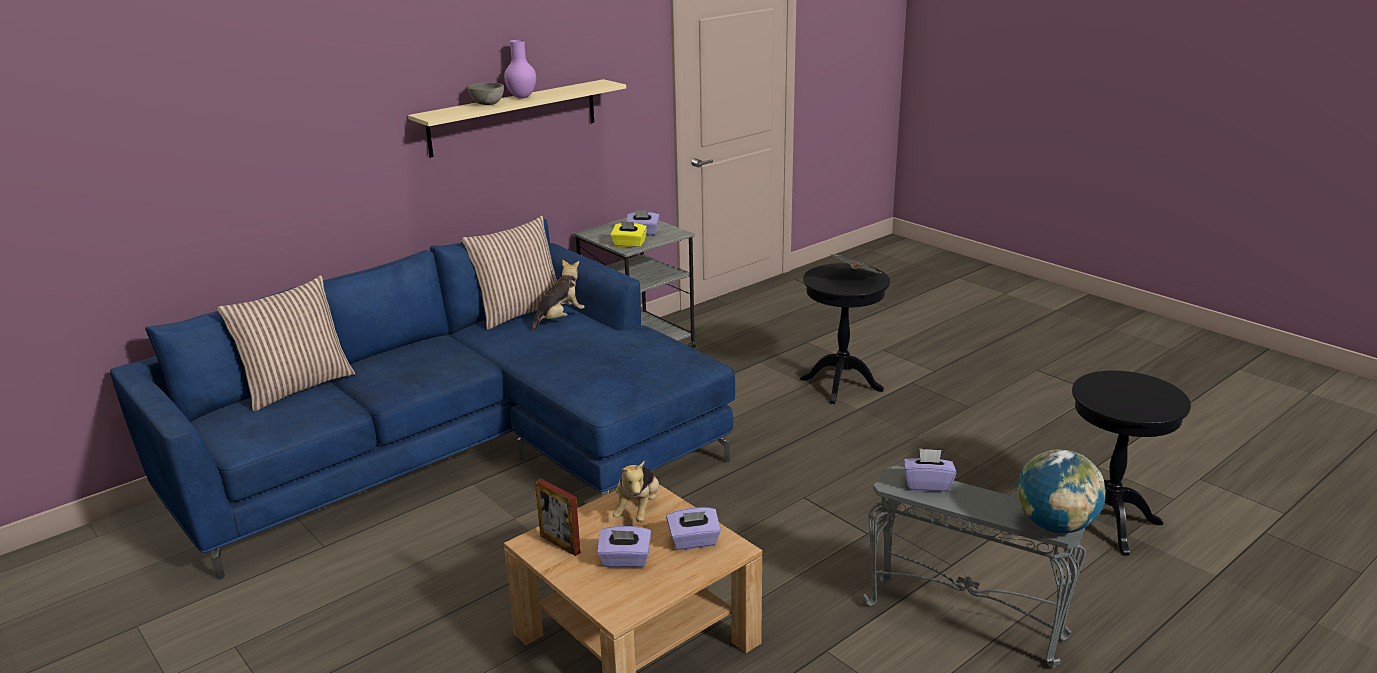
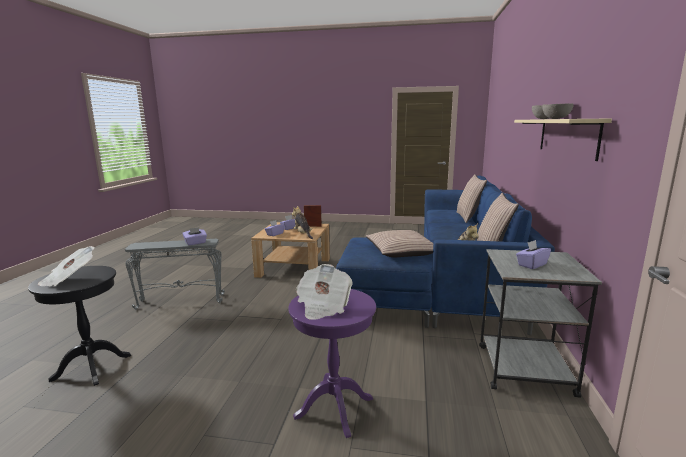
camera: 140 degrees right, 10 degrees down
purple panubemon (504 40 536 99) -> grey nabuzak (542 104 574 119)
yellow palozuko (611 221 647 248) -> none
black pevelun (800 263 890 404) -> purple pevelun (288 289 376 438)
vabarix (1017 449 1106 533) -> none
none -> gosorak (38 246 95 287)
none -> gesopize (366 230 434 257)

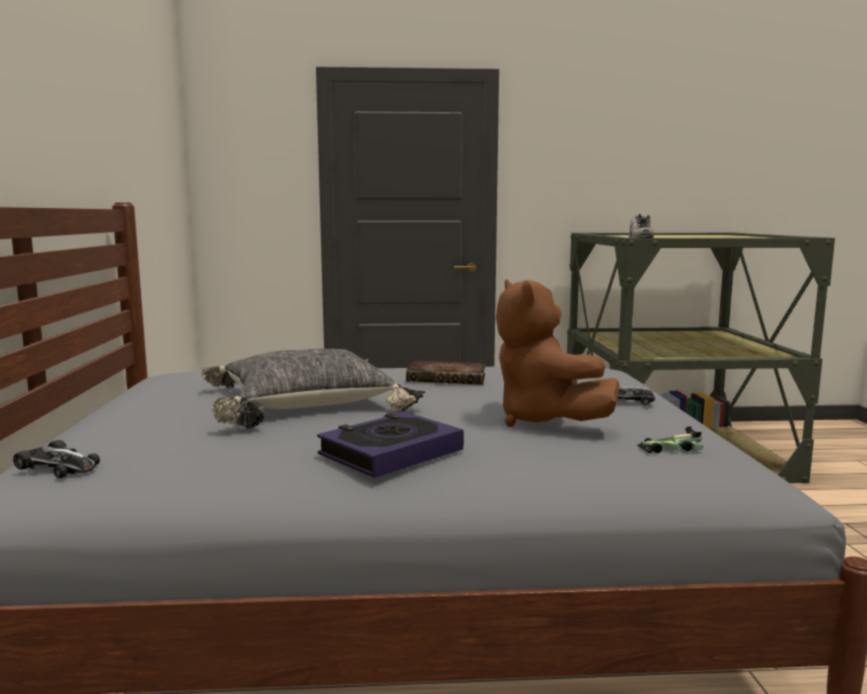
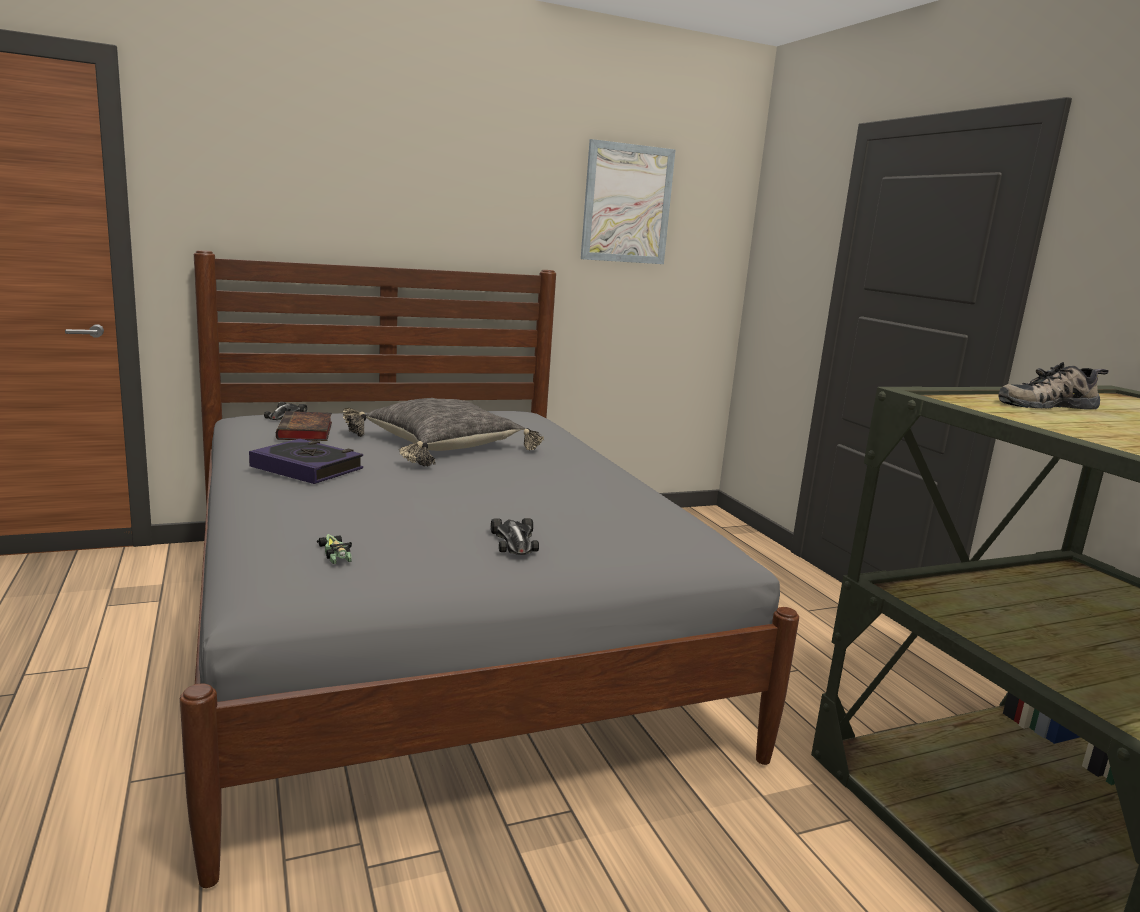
camera: 70 degrees right, 5 degrees up
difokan (406 360 486 385) -> difokan (276 411 332 441), relocated
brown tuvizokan (496 279 620 427) -> none
none -> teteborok (581 139 676 264)

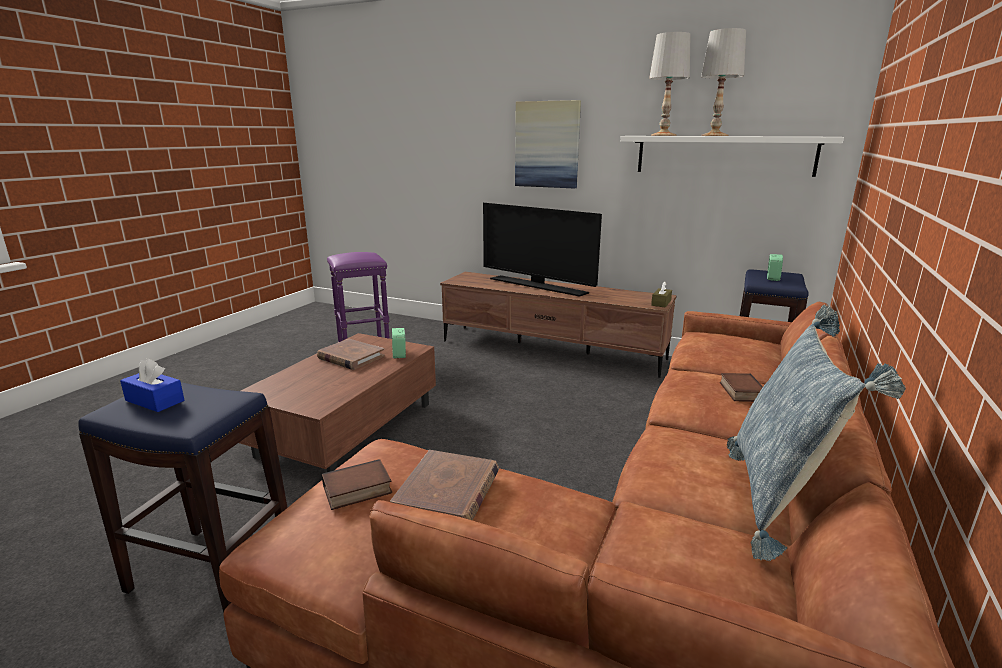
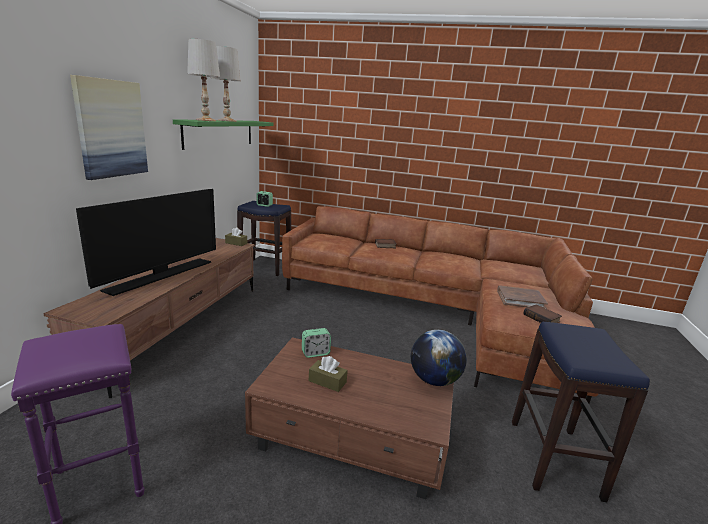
camera: 100 degrees left, 0 degrees up
blue palozuko (120 358 184 412) -> none
brown difokan (317 339 385 370) -> brown palozuko (309 356 348 392)
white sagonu (620 136 844 177) -> green sagonu (173 119 273 150)
gesopize (726 305 907 561) -> none
none -> vabarix (411 330 467 386)

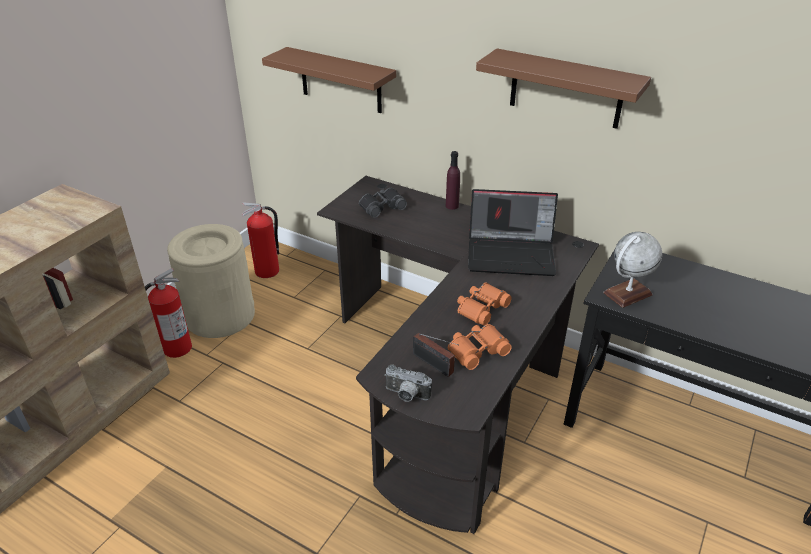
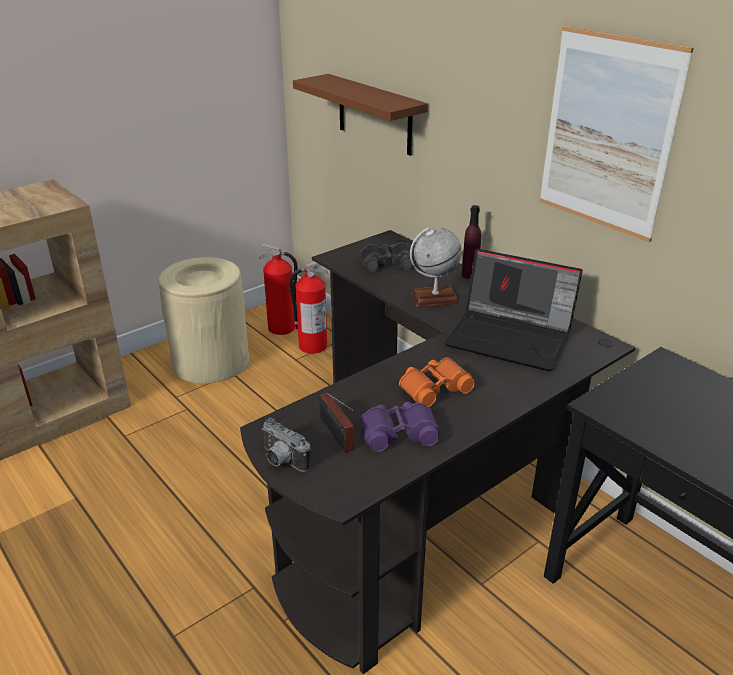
camera: 20 degrees right, 5 degrees down
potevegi (145 268 192 358) -> potevegi (289 261 328 354), relocated
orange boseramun (448 324 512 370) -> purple boseramun (360 402 440 452)
brown sagonu (476 49 651 129) -> teteborok (539 26 694 242)
vabarix (603 232 662 308) -> vabarix (410 228 462 307), relocated

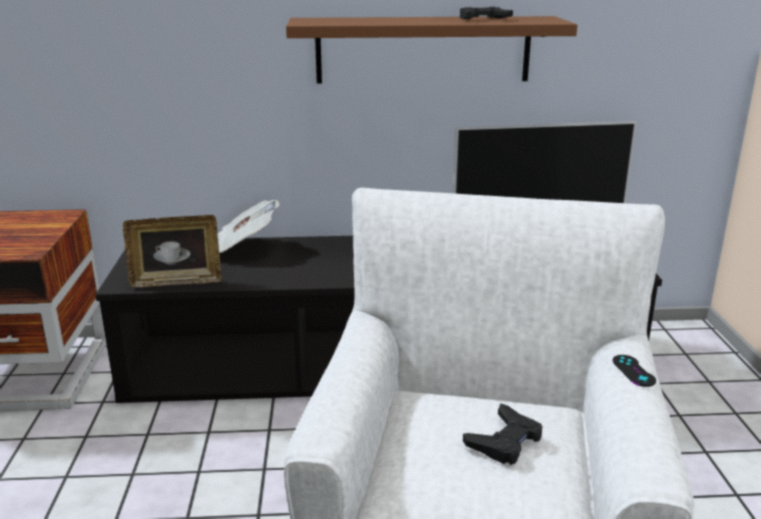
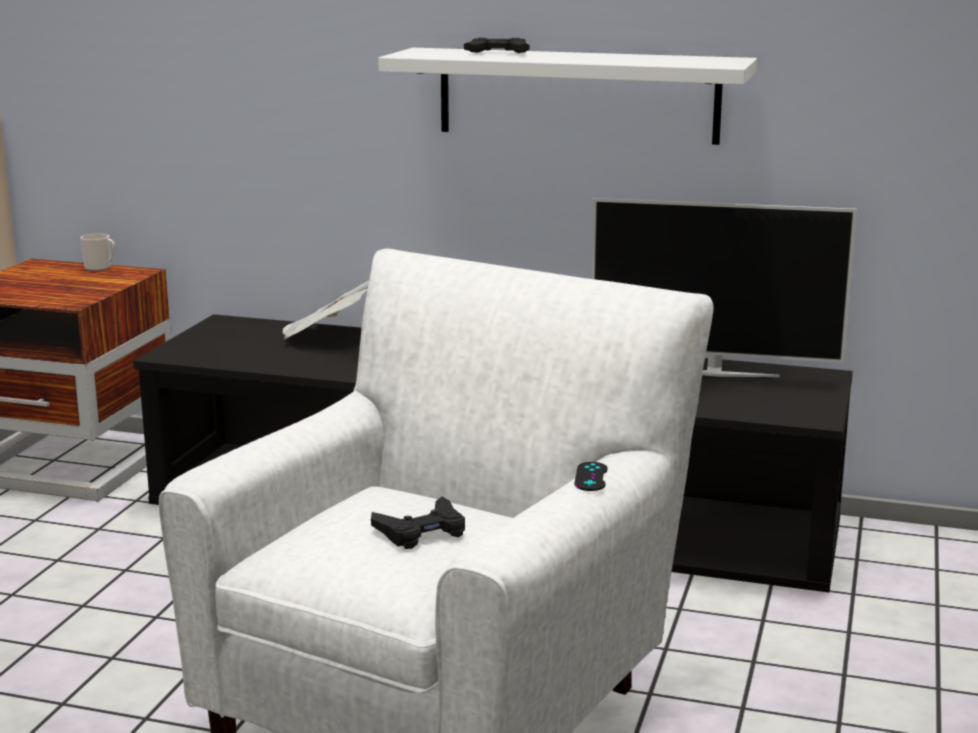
camera: 20 degrees right, 5 degrees down
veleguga (123 215 221 287) -> none
brown sagonu (286 16 577 84) -> white sagonu (378 48 757 145)
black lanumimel (460 6 513 19) -> black lanumimel (464 37 529 53), relocated
none -> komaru (80 234 115 271)

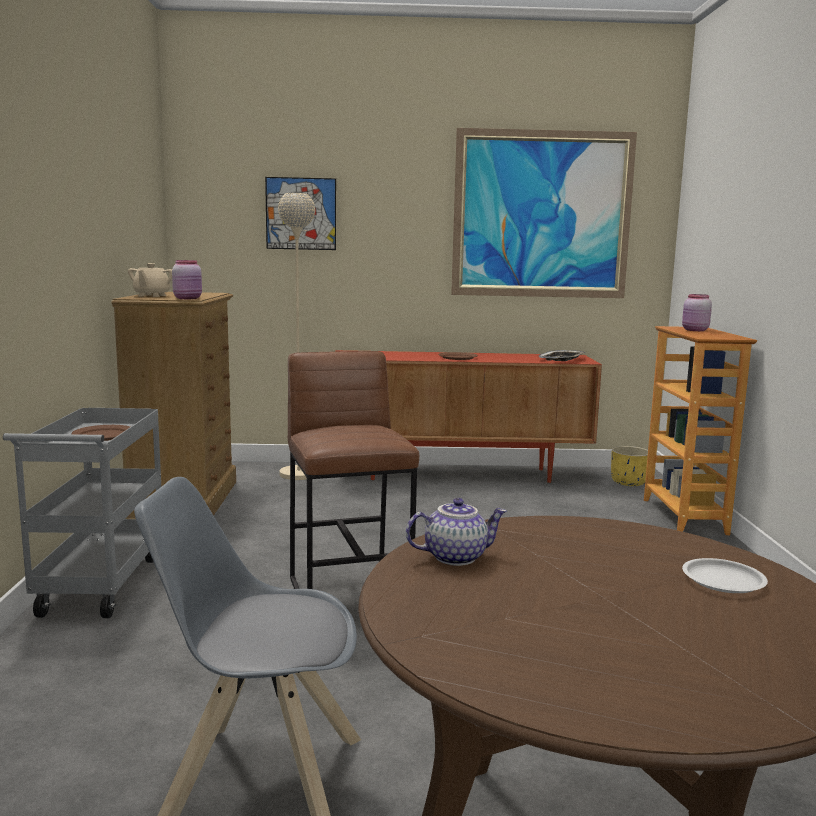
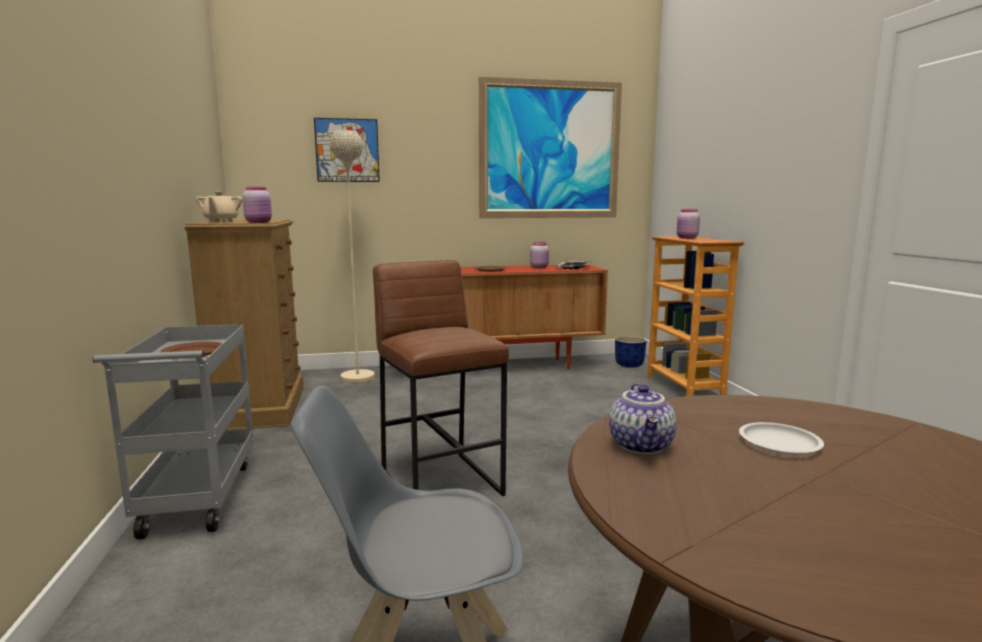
camera: 10 degrees left, 0 degrees up
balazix (406 498 507 566) -> balazix (609 383 676 455), 120 degrees clockwise
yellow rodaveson (611 446 648 486) -> blue rodaveson (615 336 647 368)
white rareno (682 558 768 593) -> white rareno (739 422 824 455), relocated
none -> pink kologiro (530 242 549 268)

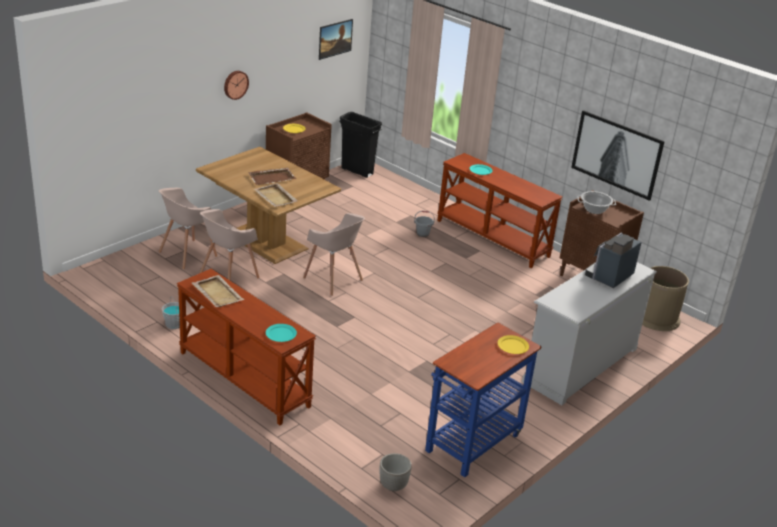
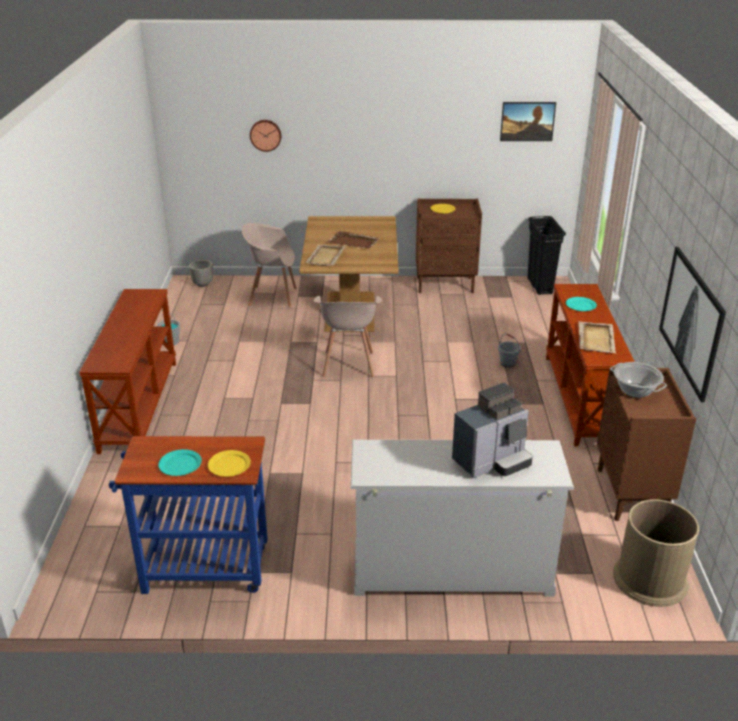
camera: 50 degrees right, 0 degrees up
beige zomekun (192 275 245 307) -> beige zomekun (578 321 616 353), relocated
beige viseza (200 209 260 280) -> none
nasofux (224 71 249 100) -> nasofux (250 120 281 152), relocated
turquoise rareno (266 324 297 342) -> turquoise rareno (158 449 202 476), relocated
rodaveson (380 453 412 491) -> rodaveson (189 260 213 287), relocated
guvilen (585 232 642 288) -> guvilen (452 383 533 478), 150 degrees clockwise

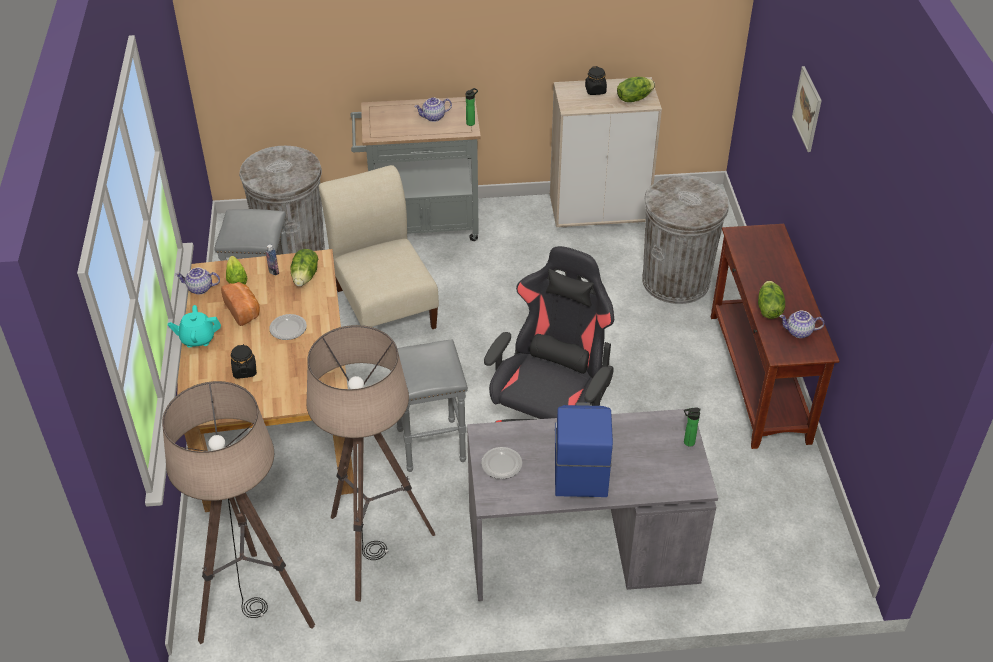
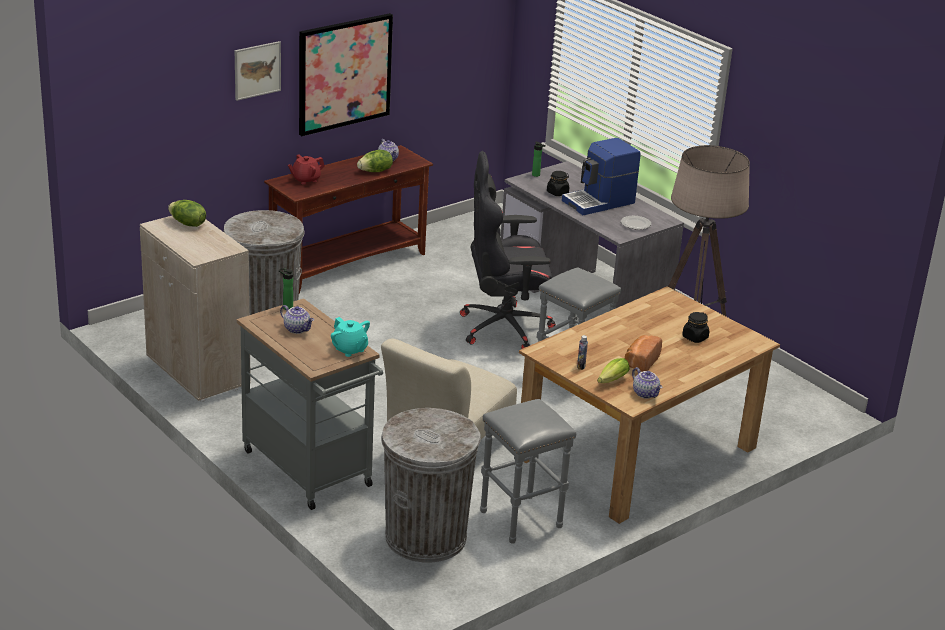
camera: 125 degrees left, 15 degrees down
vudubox (162 381 315 644) -> none
turquoise balazix (168 305 221 348) -> turquoise balazix (331 317 370 357), relocated
rareno (269 314 307 340) -> none
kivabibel (290 249 318 286) -> none
black kologiro (585 66 607 95) -> black kologiro (547 171 569 196), relocated
none -> red balazix (288 154 325 185)
none -> teteborok (299 13 393 136)

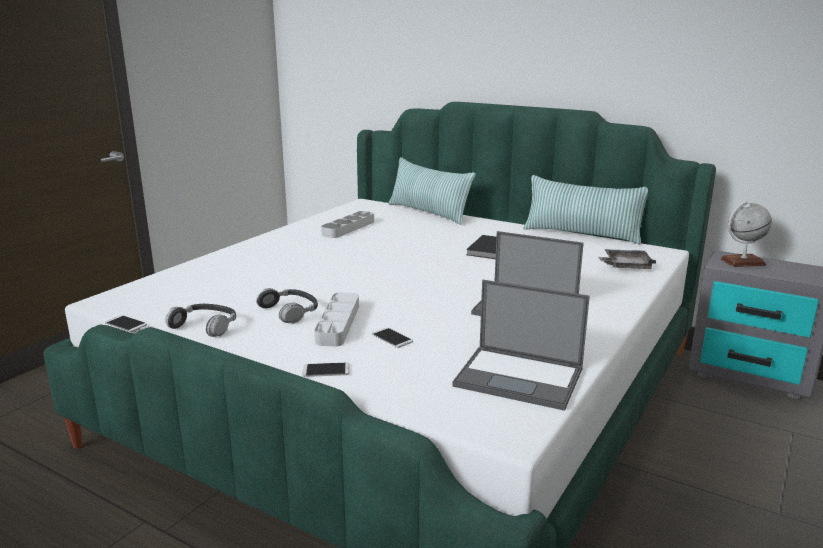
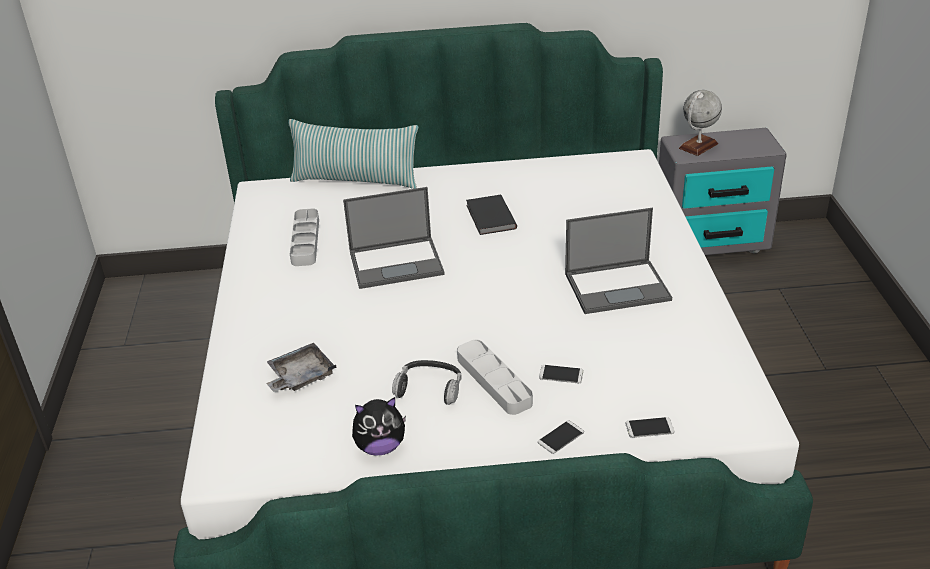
camera: 35 degrees left, 15 degrees up
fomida (105 315 147 332) -> fomida (625 417 674 438), relocated
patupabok (165 304 236 337) -> tuvizokan (352 397 406 456)
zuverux (452 280 590 411) -> zuverux (343 187 445 289), relocated
gesopize (523 175 648 245) -> none
grey zomekun (598 249 656 269) -> grey zomekun (266 343 337 392), relocated

